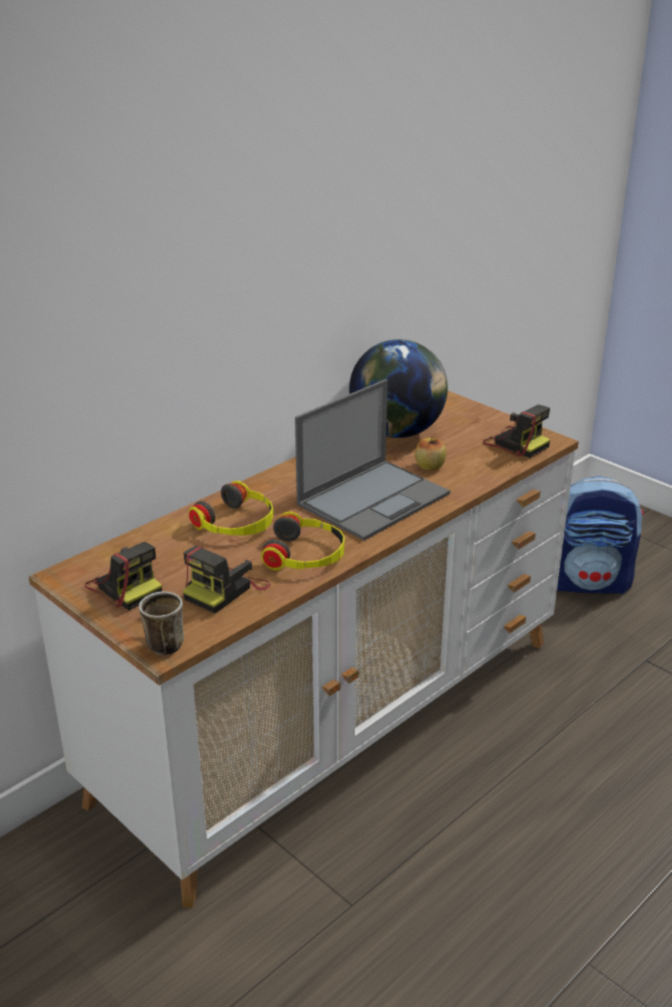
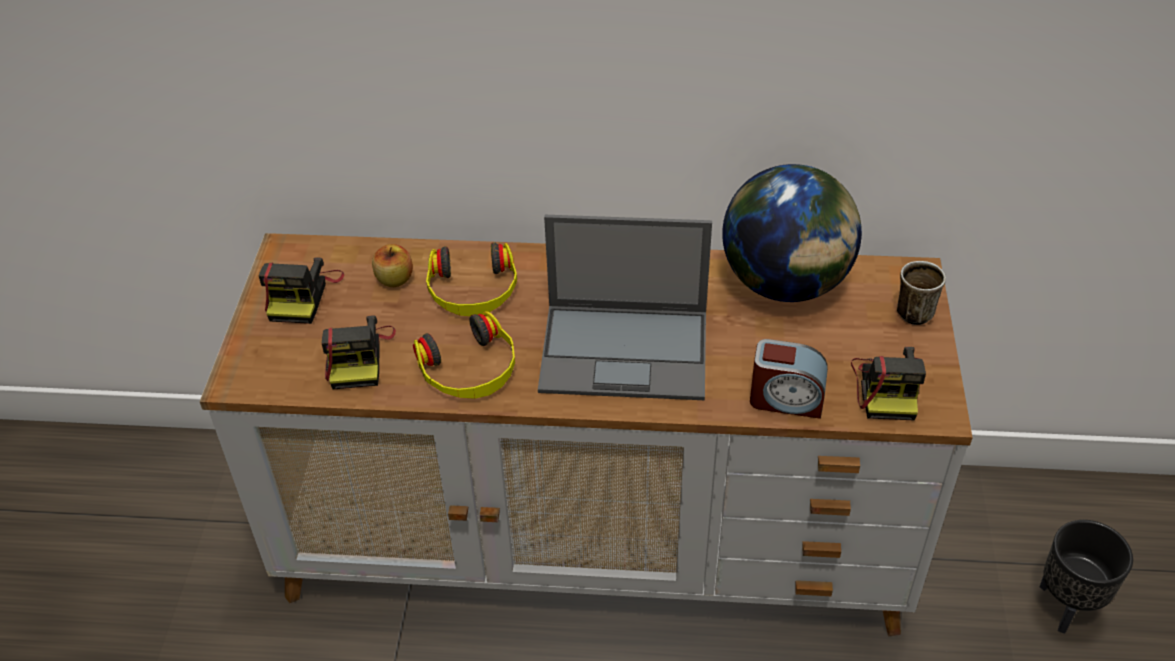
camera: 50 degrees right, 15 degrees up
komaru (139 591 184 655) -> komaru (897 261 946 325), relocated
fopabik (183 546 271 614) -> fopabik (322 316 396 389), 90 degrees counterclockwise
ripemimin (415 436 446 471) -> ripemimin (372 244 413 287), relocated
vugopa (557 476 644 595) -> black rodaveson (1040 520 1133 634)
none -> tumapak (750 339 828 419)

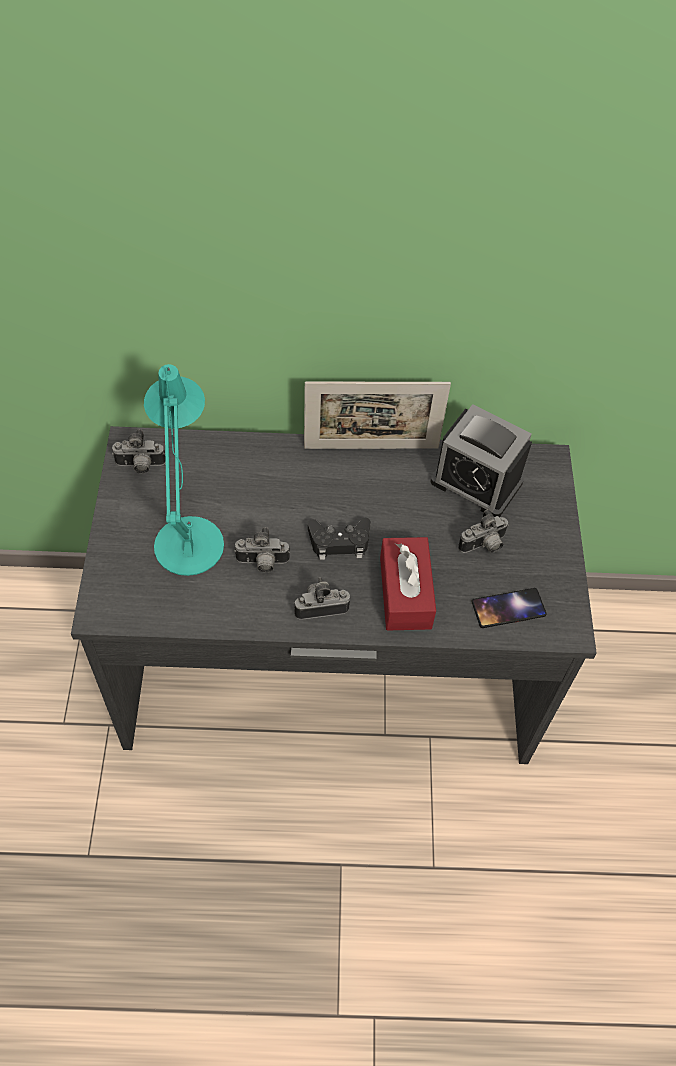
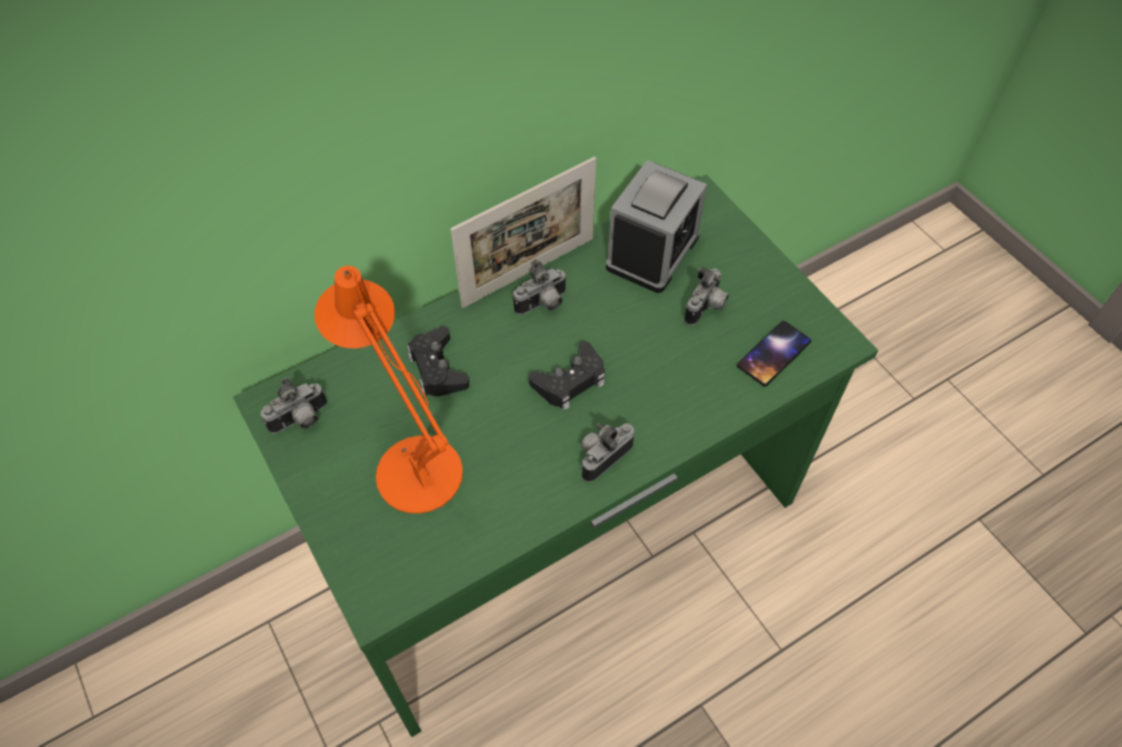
camera: 30 degrees left, 0 degrees up
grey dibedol (71 426 597 764) -> green dibedol (233 175 878 737)
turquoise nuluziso (144 364 224 576) -> orange nuluziso (314 266 463 514)
fopabik (234 527 290 573) -> fopabik (513 261 567 315), relocated
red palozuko (380 537 436 631) -> none
tumapak (430 404 532 517) -> tumapak (606 160 707 293), 60 degrees counterclockwise
none -> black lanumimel (407 327 469 396)

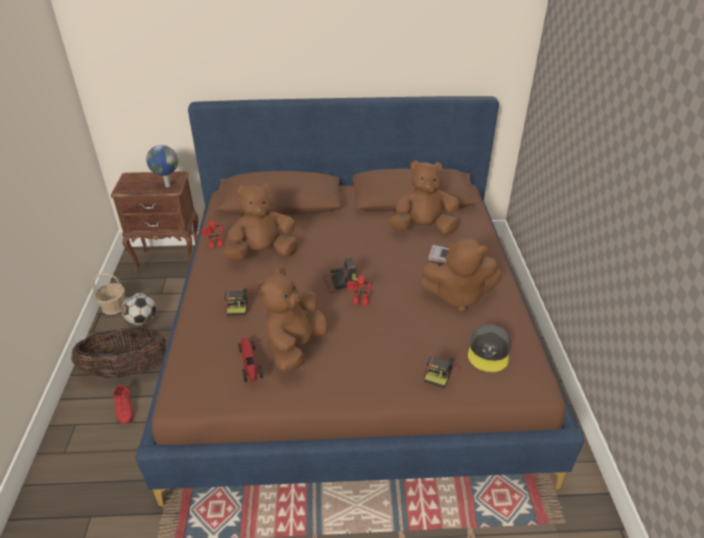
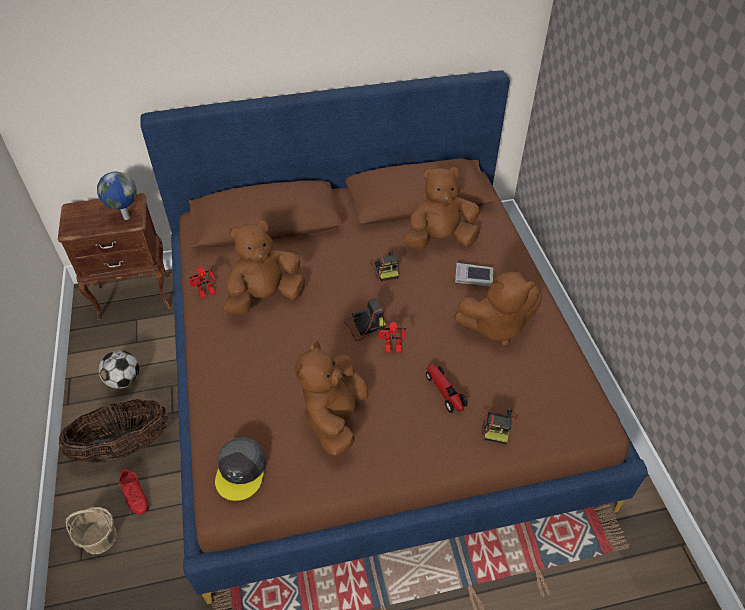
camera: 10 degrees left, 10 degrees up
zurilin (92 273 125 315) -> zurilin (66 507 117 554), relocated
fopabik (224 288 254 316) -> fopabik (370 251 399 281), relocated
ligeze (238 338 263 382) -> ligeze (426 364 468 413), relocated
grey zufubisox (468 324 511 372) -> grey zufubisox (215 437 266 501), relocated

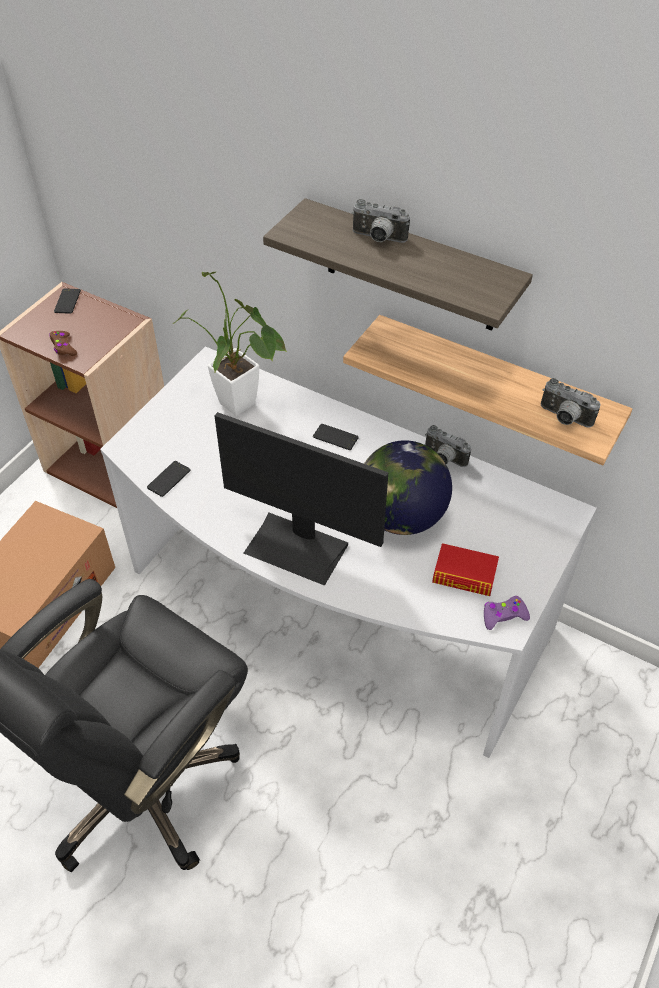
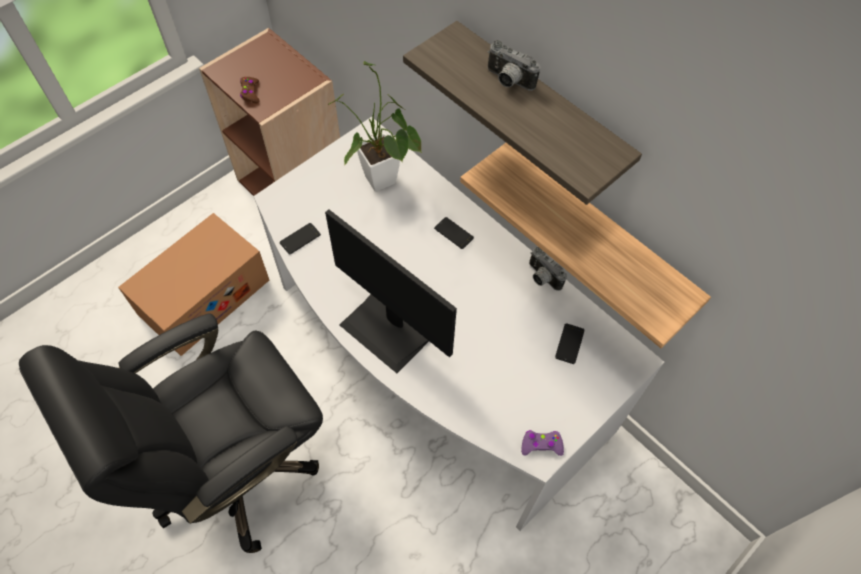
camera: 15 degrees right, 10 degrees up
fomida (54 288 81 314) -> fomida (555 323 584 364), relocated
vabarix (364 440 452 535) -> none
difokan (432 543 499 596) -> none
fopabik (541 378 600 428) -> none

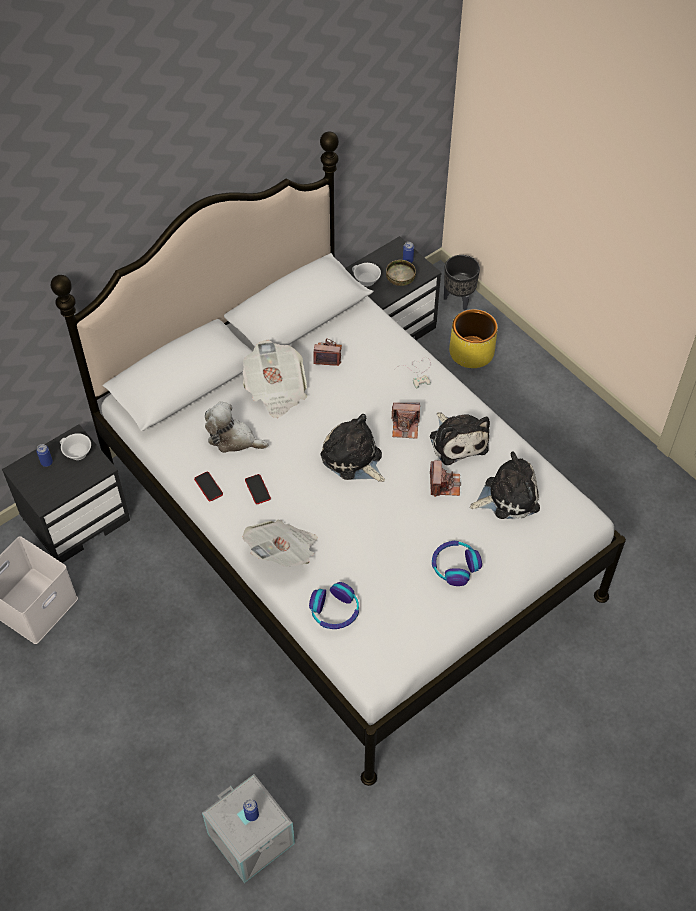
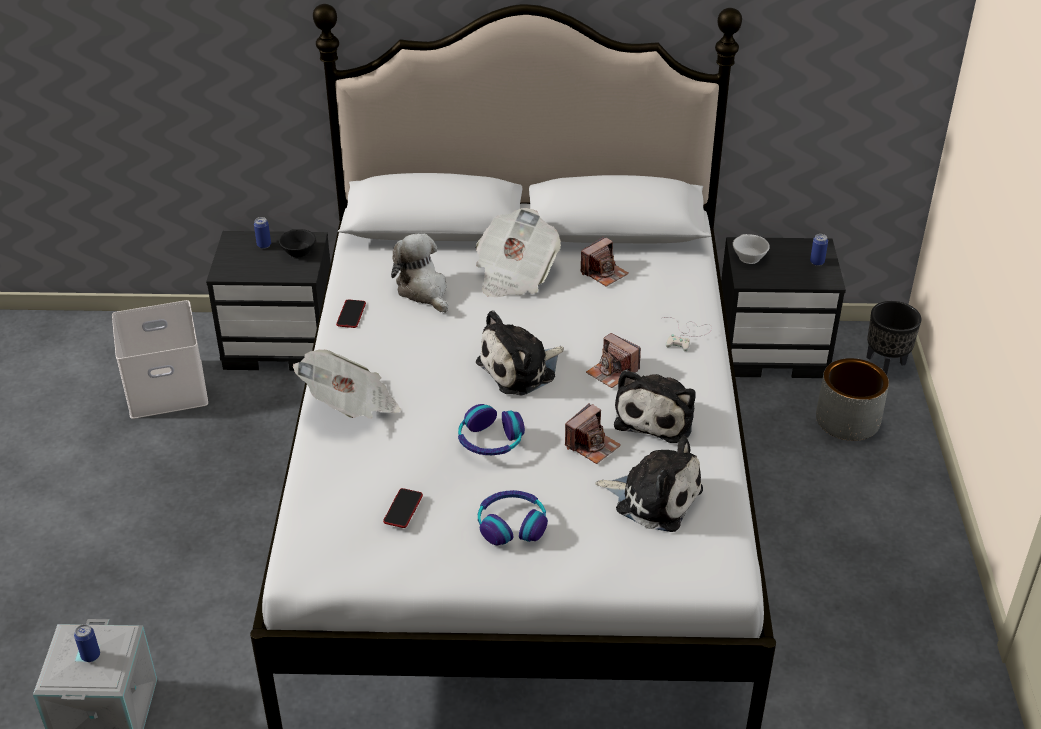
camera: 40 degrees right, 15 degrees down
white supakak (60 433 91 460) -> black supakak (279 229 316 258)
fomida (245 474 271 504) -> fomida (383 488 423 528), relocated
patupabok (309 582 359 629) -> patupabok (458 404 525 455), relocated
fopabik (313 338 342 366) -> fopabik (580 236 629 287), 90 degrees clockwise
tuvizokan (321 414 385 482) -> tuvizokan (476 310 564 395), 120 degrees counterclockwise
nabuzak (386 260 416 286) -> none
yellow rodaveson (449 309 498 368) -> grey rodaveson (816 358 889 441)

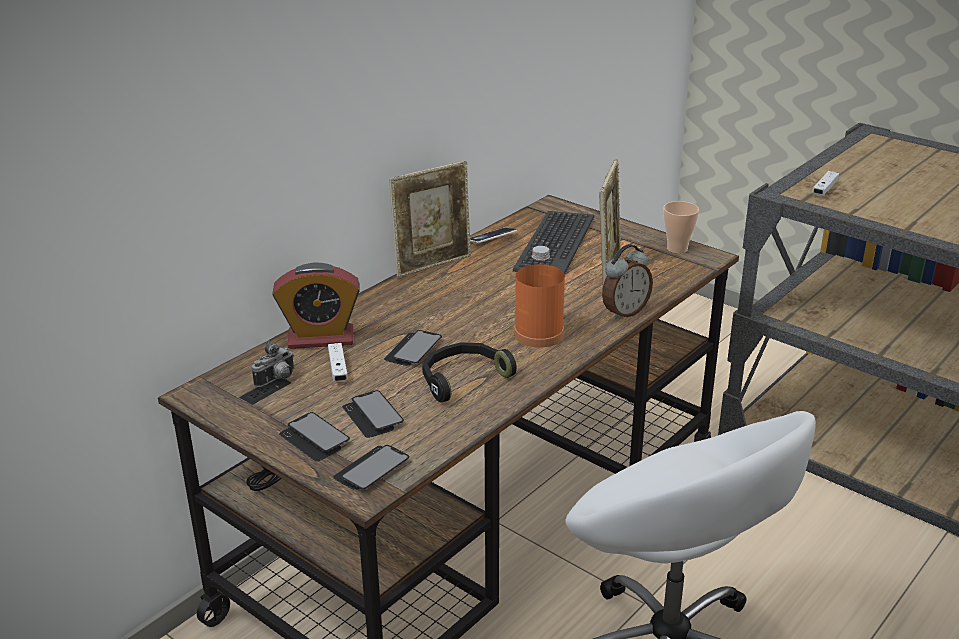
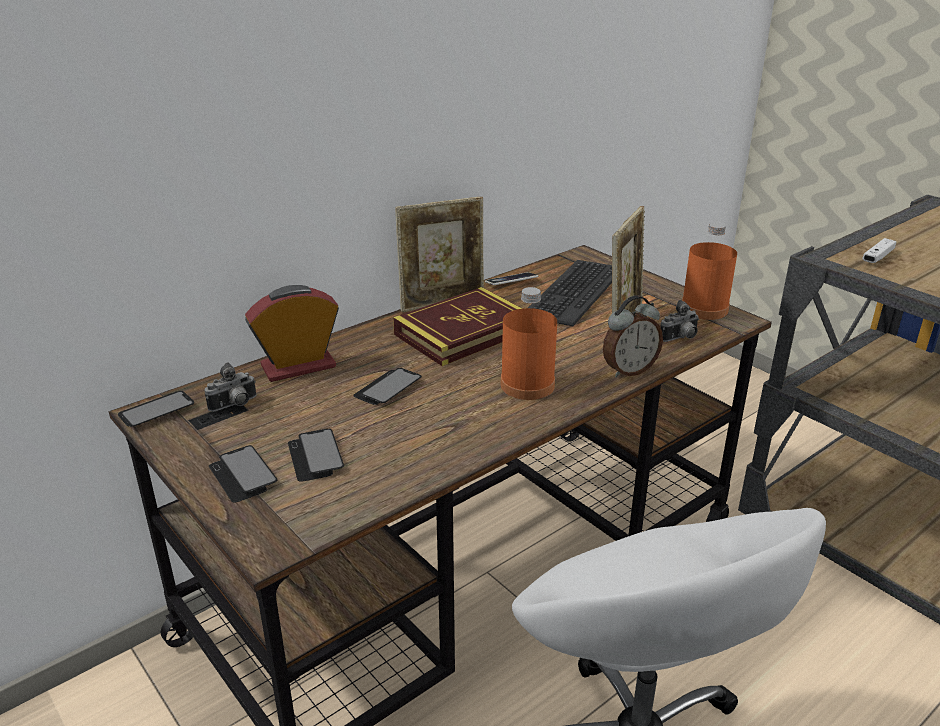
camera: 10 degrees right, 0 degrees up
tumapak (272 262 360 349) -> tumapak (245 285 339 382), 150 degrees clockwise
white lanumimel (328 343 348 382) -> none
fomida (333 445 410 490) -> fomida (118 391 194 427), relocated
black patupabok (422 342 517 402) -> none
supakak (663 201 699 254) -> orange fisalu (682 222 737 320)
none -> difokan (393 287 522 366)
none -> fopabik (660 300 699 342)

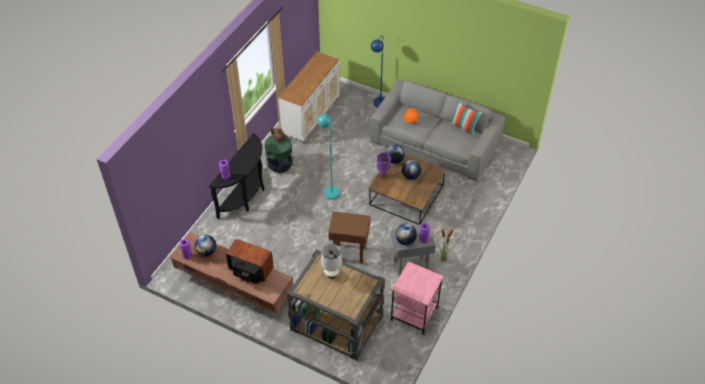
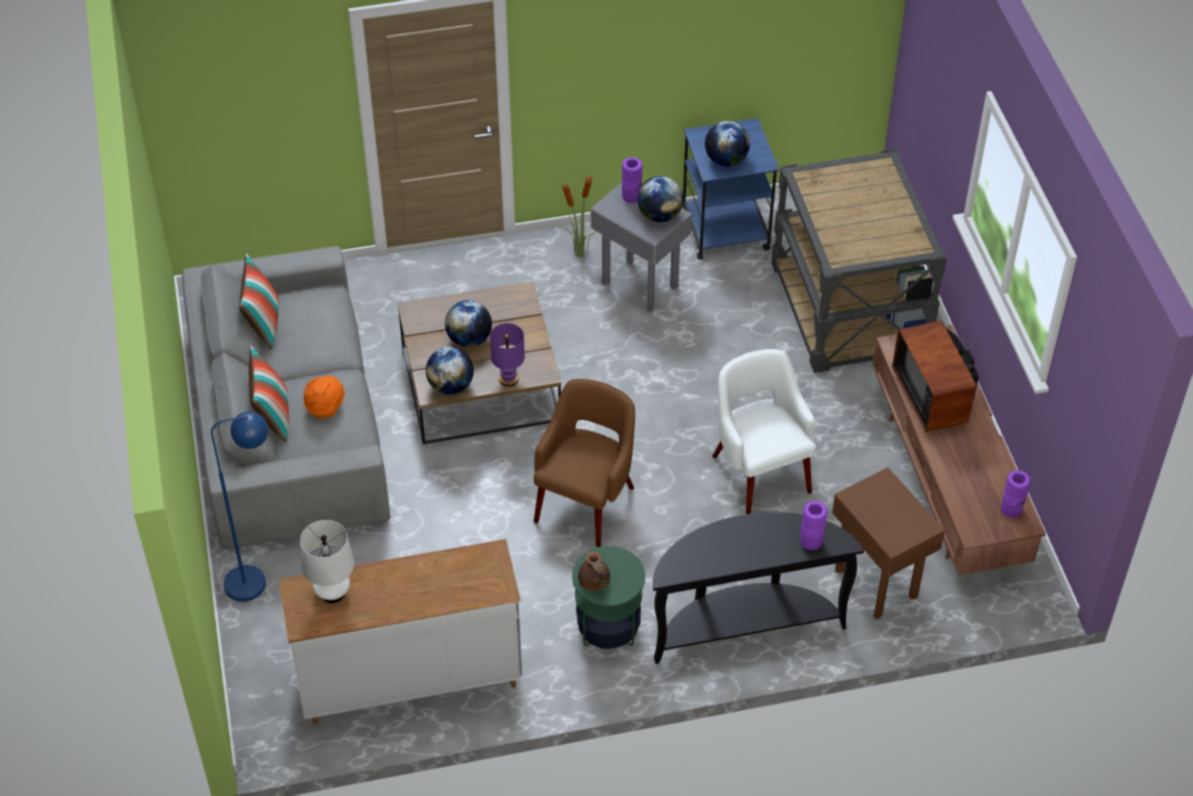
camera: 130 degrees left, 0 degrees up
vabarix (195 235 216 256) -> vabarix (705 121 750 166), relocated
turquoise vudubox (318 114 340 199) -> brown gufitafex (534 379 635 547)
white nuluziso (321 244 342 279) -> white nuluziso (300 520 354 603), relocated
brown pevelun (328 211 370 264) -> brown pevelun (832 467 945 619), relocated
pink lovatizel (390 261 444 335) -> blue lovatizel (682 118 779 260)
none -> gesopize (249 346 289 443)
none -> white gufitafex (712 349 816 514)

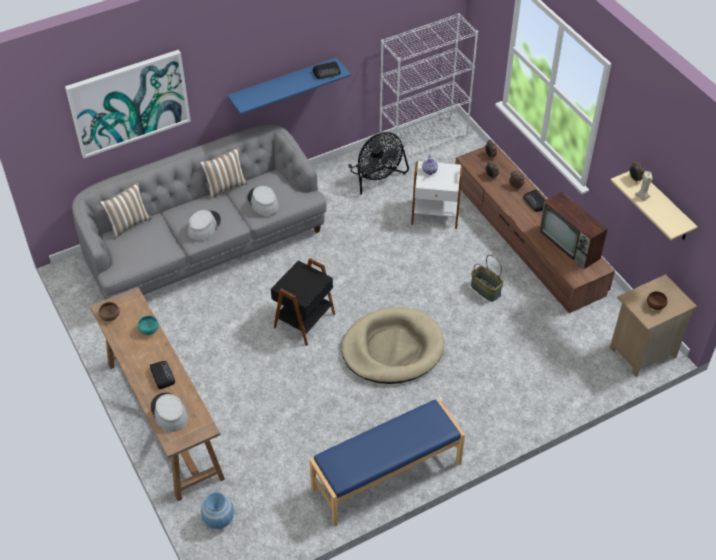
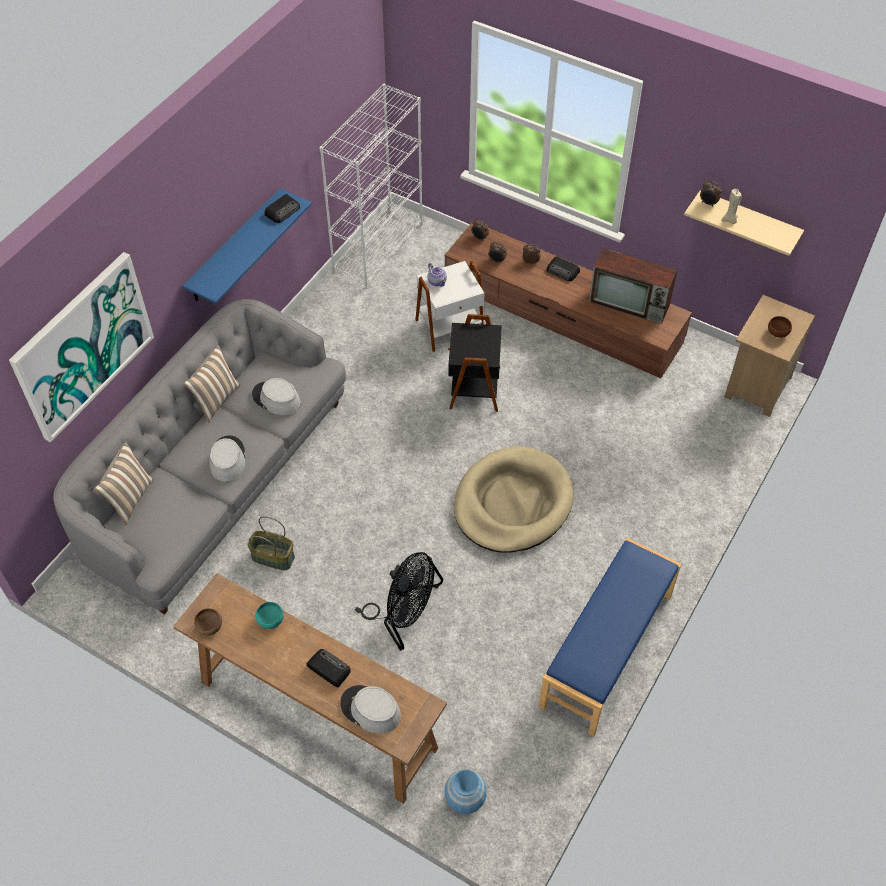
camera: 30 degrees left, 5 degrees up
black pevelun (271 258 335 346) -> black pevelun (448 314 502 412), relocated
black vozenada (348 132 409 195) -> black vozenada (355 552 443 651), relocated
zurilin (471 255 504 302) -> zurilin (247 516 295 570), relocated

